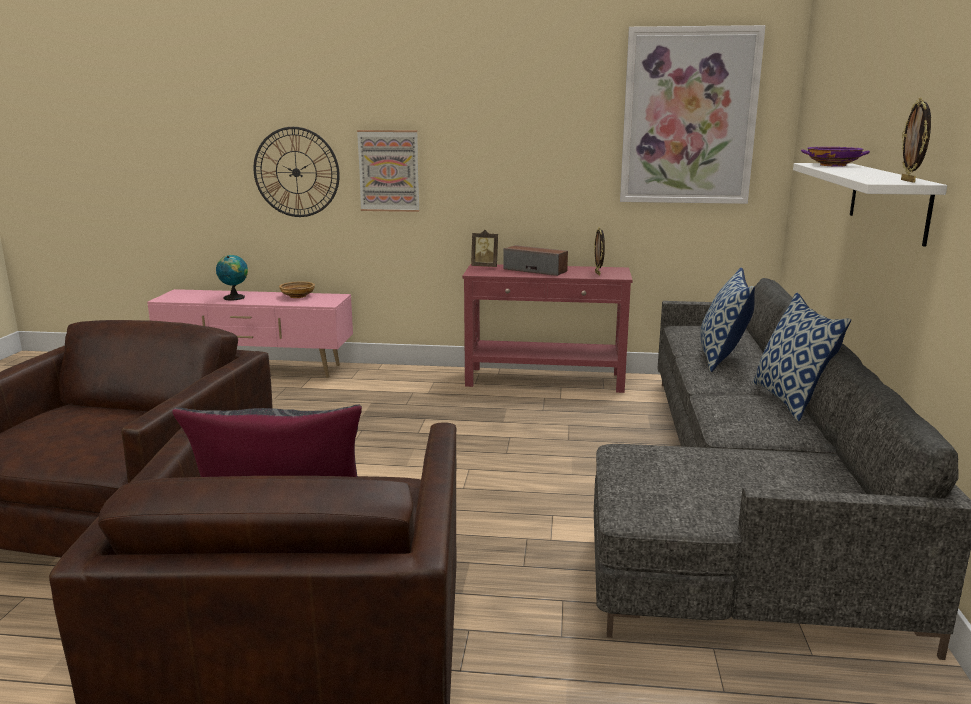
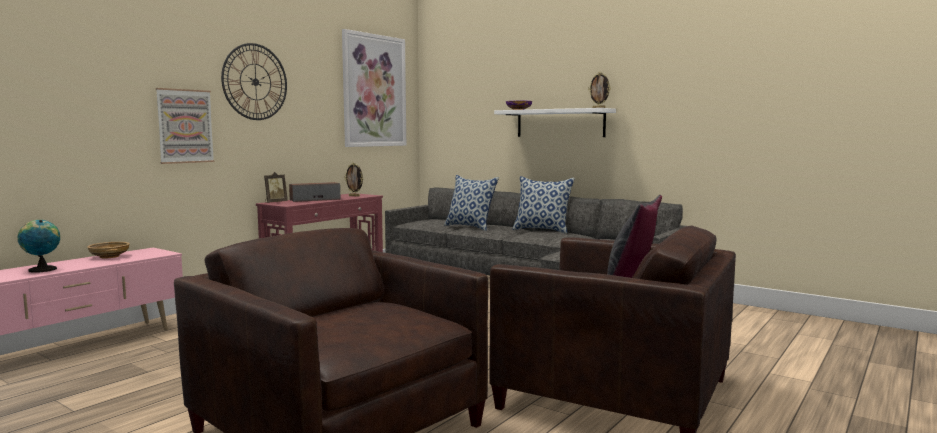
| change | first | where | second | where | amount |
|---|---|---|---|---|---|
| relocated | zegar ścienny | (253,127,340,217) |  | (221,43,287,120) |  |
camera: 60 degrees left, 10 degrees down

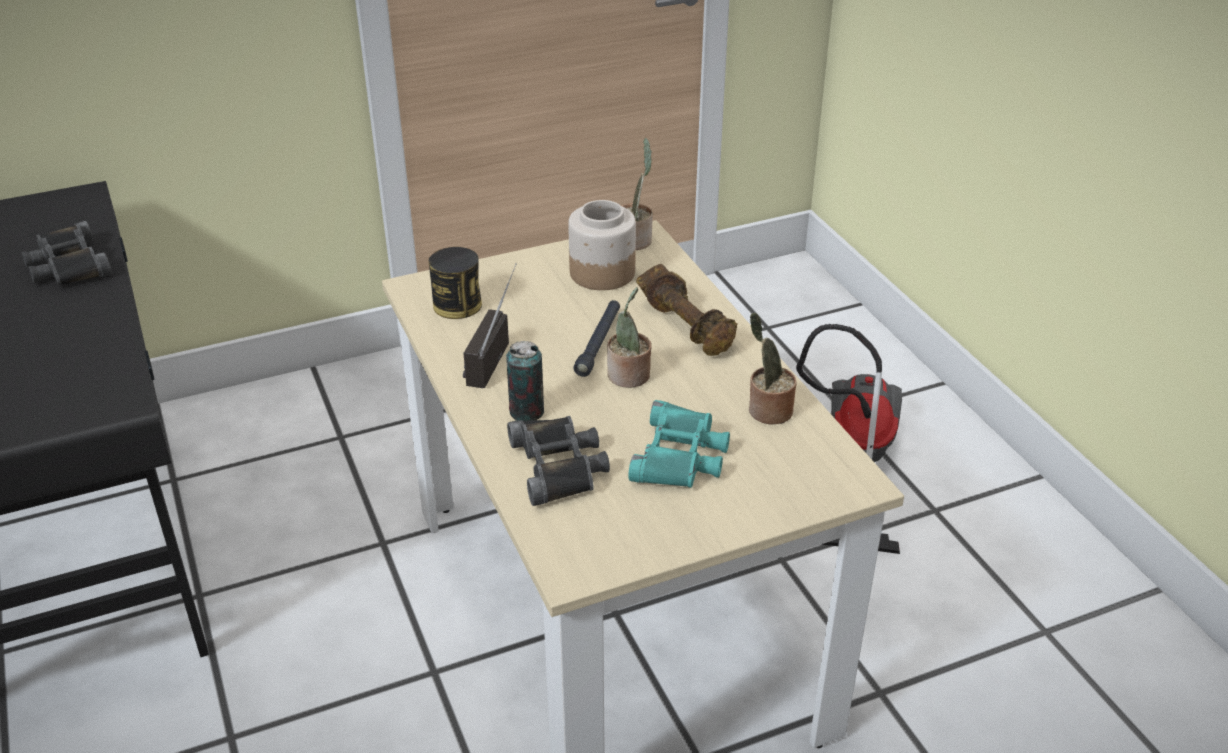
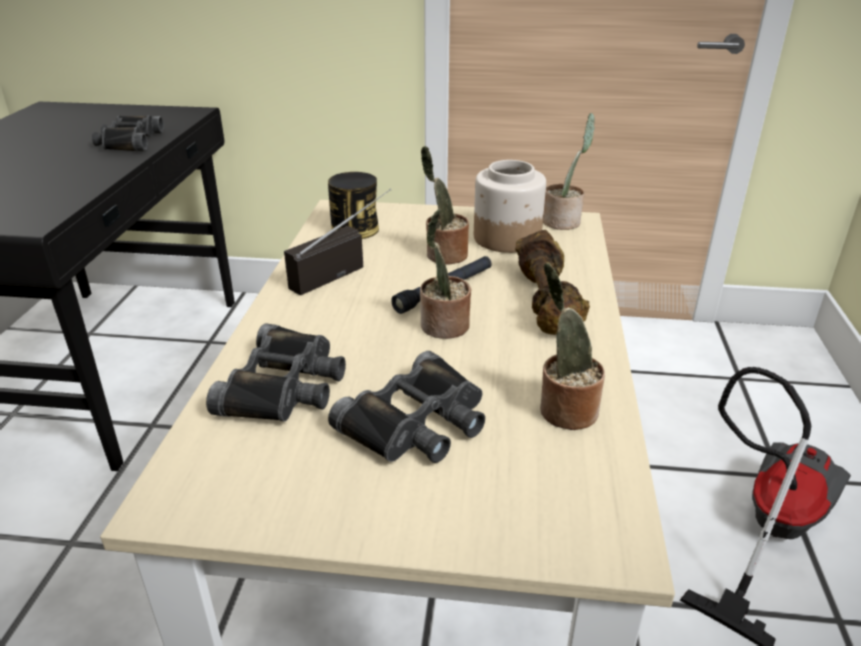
| change | first | where | second | where | amount |
|---|---|---|---|---|---|
| colour | lornetka/turkusowy | (628,400,730,488) | lornetka/czarny | (328,351,485,463) |  |
| appeared |  |  | roślina doniczkowa | (421,146,469,264) |  |
| missing | puszka | (506,341,544,421) |  |  |  |
camera: 30 degrees right, 5 degrees down

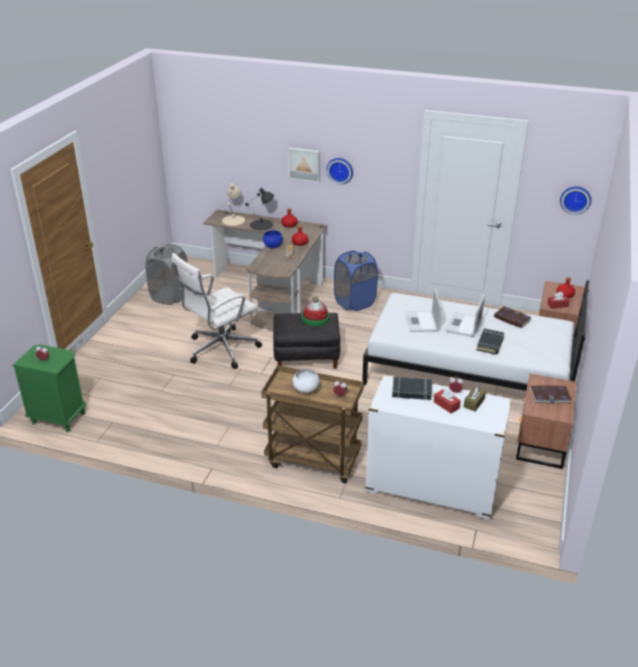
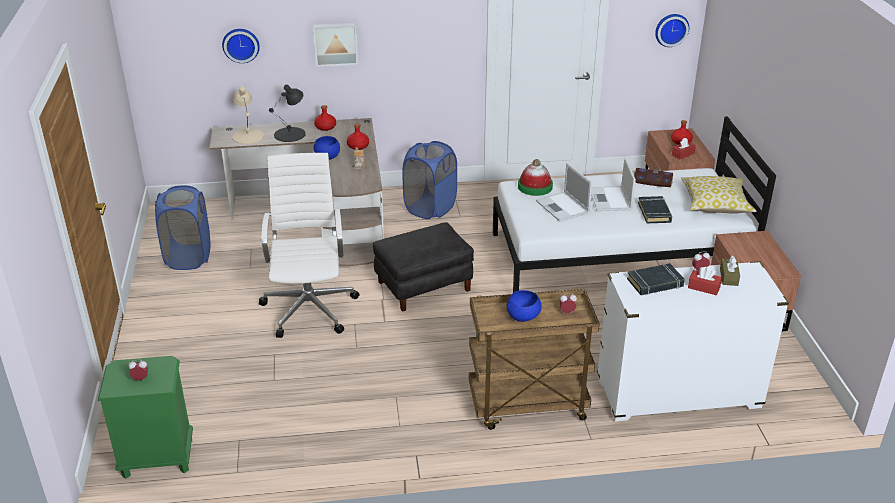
| change | first | where | second | where | amount |
|---|---|---|---|---|---|
| colour | kosz na pranie/szary | (145,244,188,305) | kosz na pranie/niebieski | (155,185,210,270) |  |
| relocated | zegar ścienny | (327,158,353,184) |  | (222,29,260,63) |  |
| spun | krzesło biurowe/biały | (172,253,262,369) |  | (259,153,360,338) | 150 degrees clockwise |
| colour | miska/biały | (293,369,320,393) | miska/niebieski | (507,290,542,322) |  |
| relocated | kapelusz | (302,297,330,326) |  | (518,159,553,196) |  |
| appeared |  |  | poduszka | (681,176,757,214) |  |
| missing | książka | (530,385,572,404) |  |  |  |
camera: 25 degrees left, 0 degrees up

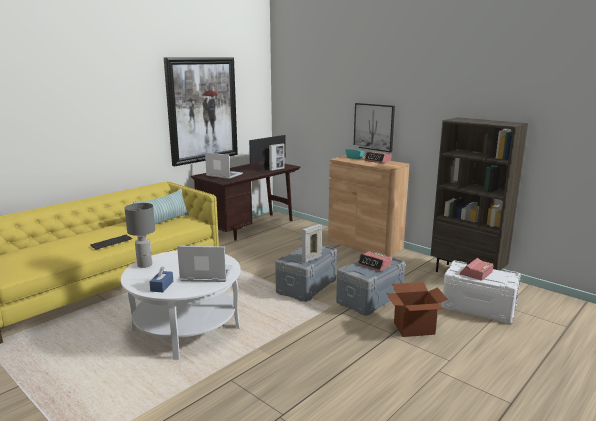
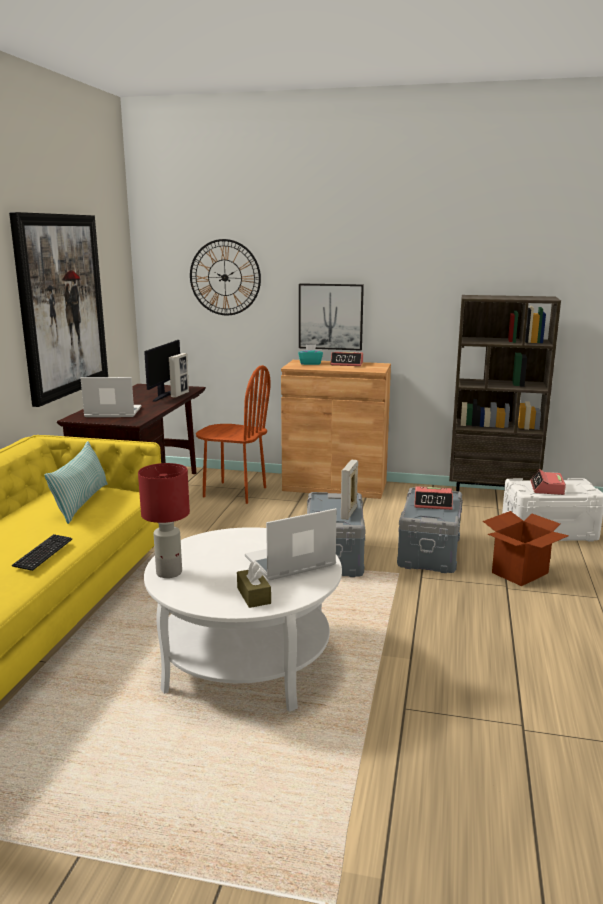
| change | first | where | second | where | amount |
|---|---|---|---|---|---|
| colour | lampa stołowa/szary | (125,203,155,268) | lampa stołowa/czerwony | (138,463,190,578) |  |
| appeared |  |  | zegar ścienny | (190,239,261,315) |  |
| appeared |  |  | krzesło/brązowy | (196,365,271,504) |  |
| colour | pudełko chusteczek/niebieski | (149,267,173,292) | pudełko chusteczek/brązowy | (237,562,271,608) |  |
camera: 30 degrees left, 0 degrees up

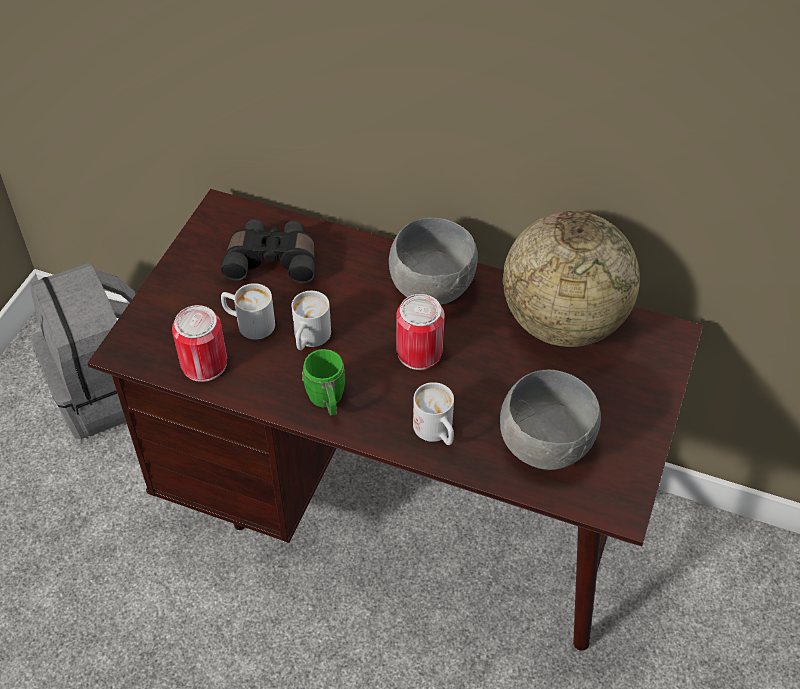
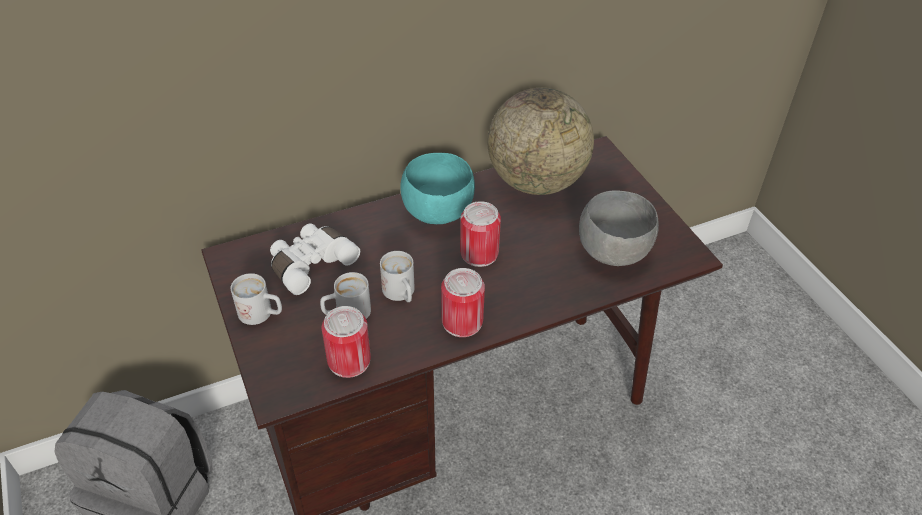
| change | first | where | second | where | amount |
|---|---|---|---|---|---|
| relocated | kubek/biały | (413,382,454,445) |  | (231,273,282,325) |  |
| colour | lornetka/czarny | (221,219,315,283) | lornetka/biały | (270,223,360,295) |  |
| colour | miska/szary | (389,218,478,305) | miska/turkusowy | (400,153,475,224) |  |
| exchanged | kubek/zielony | (302,349,345,416) | puszka | (441,268,485,337) |  |
camera: 45 degrees left, 5 degrees down

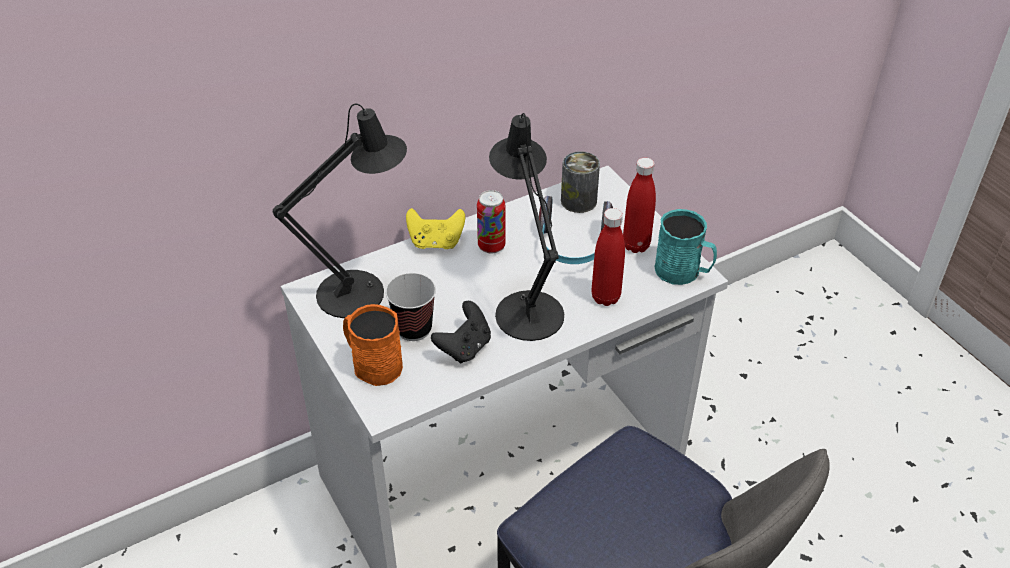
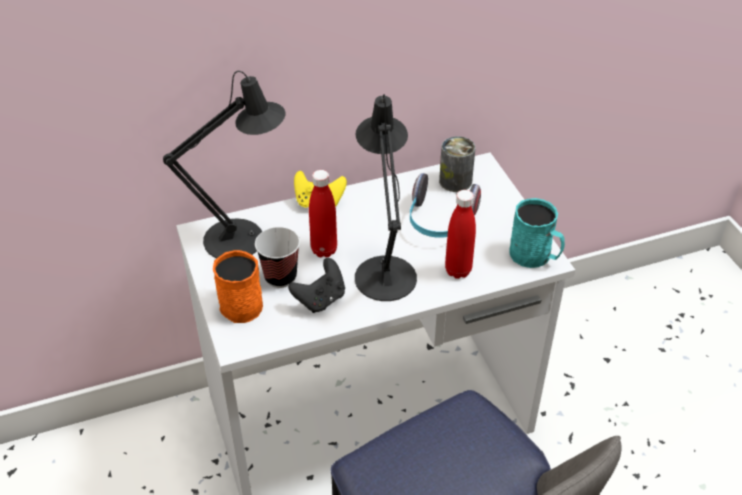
| change | first | where | second | where | amount |
|---|---|---|---|---|---|
| relocated | butelka/czerwony | (623,158,656,253) |  | (309,170,337,258) |  |
| missing | puszka | (477,190,505,253) |  |  |  |
camera: 10 degrees right, 0 degrees up

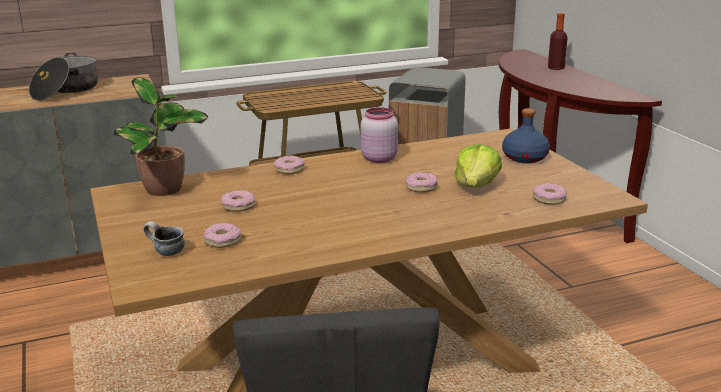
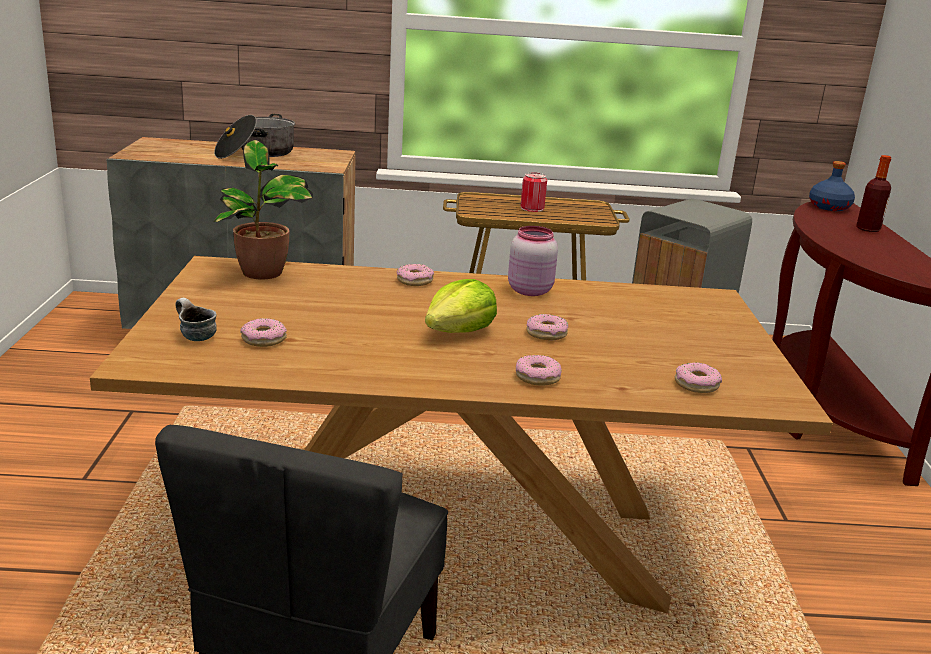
| change | first | where | second | where | amount |
|---|---|---|---|---|---|
| relocated | sałata | (454,144,502,187) |  | (425,279,497,333) |  |
| relocated | donut | (221,190,255,212) |  | (516,355,562,385) |  |
| appeared |  |  | puszka | (521,172,547,212) |  |
| relocated | butelka/niebieski | (502,108,550,163) |  | (809,161,855,211) |  |
camera: 20 degrees right, 0 degrees up

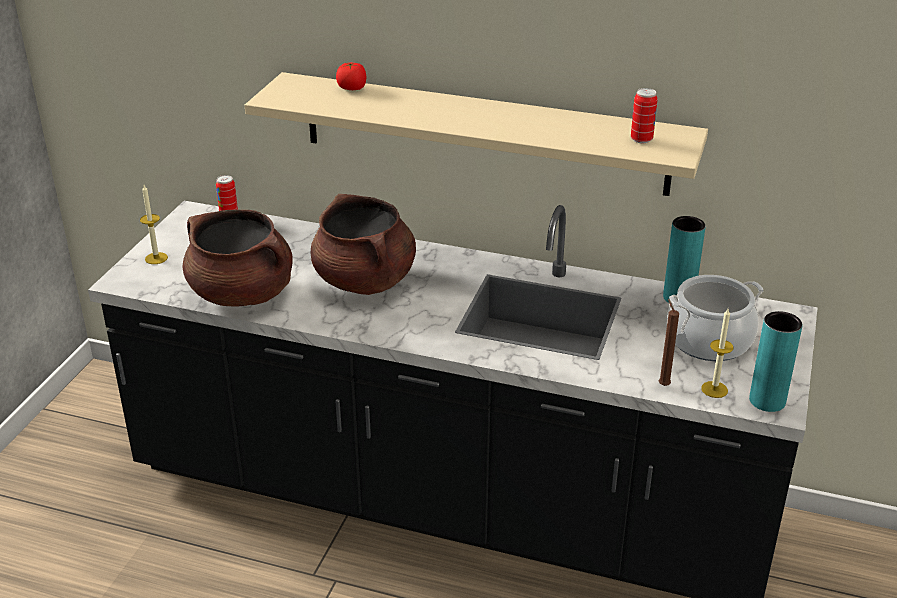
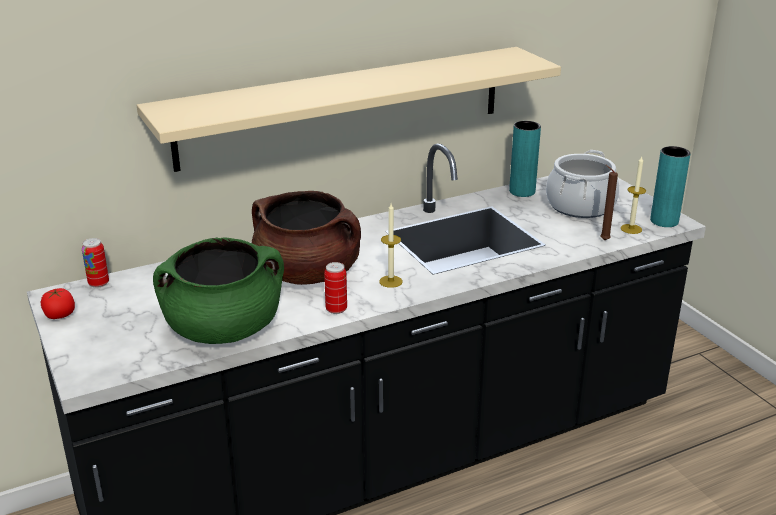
| change | first | where | second | where | amount |
|---|---|---|---|---|---|
| relocated | pomidor | (336,63,366,90) |  | (41,288,75,319) |  |
| colour | garnek/brązowy | (182,209,293,307) | garnek/zielony | (153,237,284,344) |  |
| relocated | puszka | (631,88,658,143) |  | (324,262,347,314) |  |
| relocated | świeca | (140,185,168,264) |  | (379,203,403,288) |  |
camera: 45 degrees left, 5 degrees down

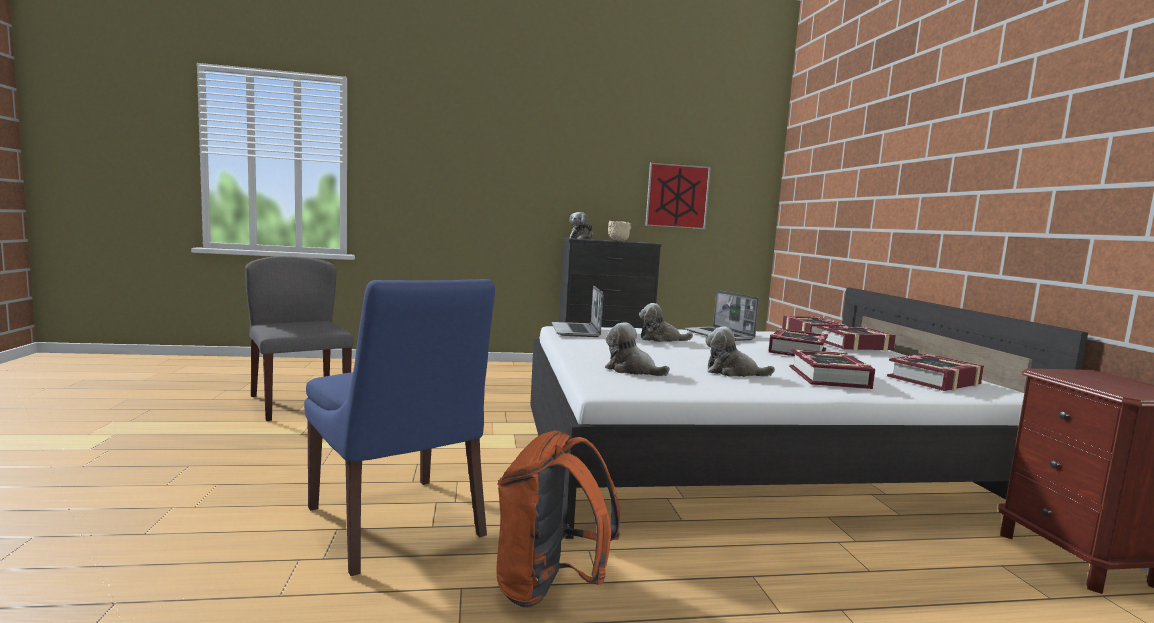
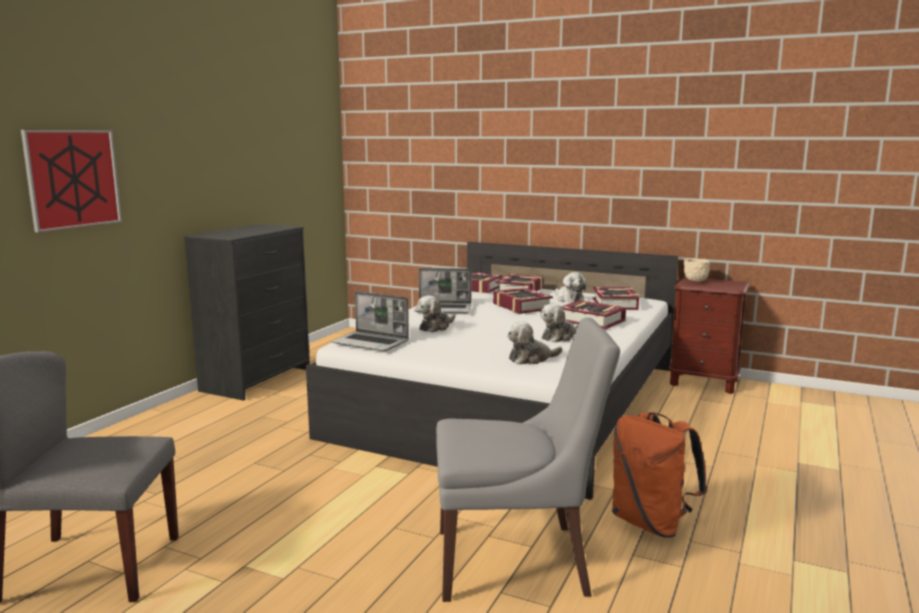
| change | first | where | second | where | amount |
|---|---|---|---|---|---|
| relocated | obraz | (645,162,711,229) |  | (21,130,122,232) |  |
| colour | krzesło/niebieski | (304,279,495,576) | krzesło/szary | (436,317,620,602) |  |
| relocated | pluszak | (569,212,594,239) |  | (555,272,586,303) |  |
| relocated | miska/beżowy | (608,221,631,241) |  | (683,258,710,282) |  |
camera: 55 degrees left, 5 degrees up

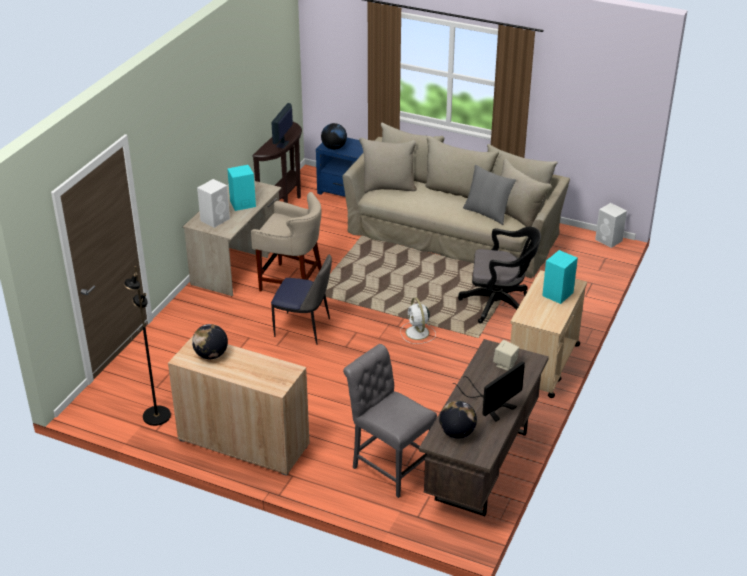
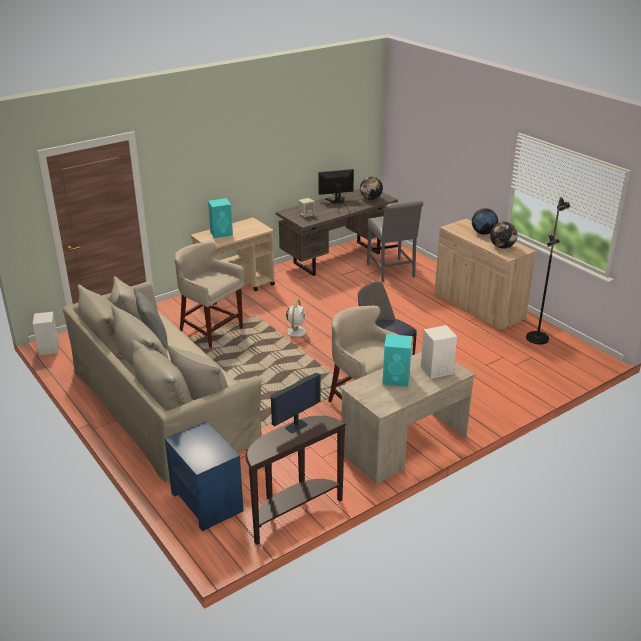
| change | first | where | second | where | amount |
|---|---|---|---|---|---|
| exchanged | krzesło biurowe/czarny | (458,227,541,323) | stołek/beżowy | (175,241,244,348) |  |
| relocated | globus | (321,123,347,150) |  | (472,208,498,235) |  |
camera: 150 degrees left, 5 degrees down

